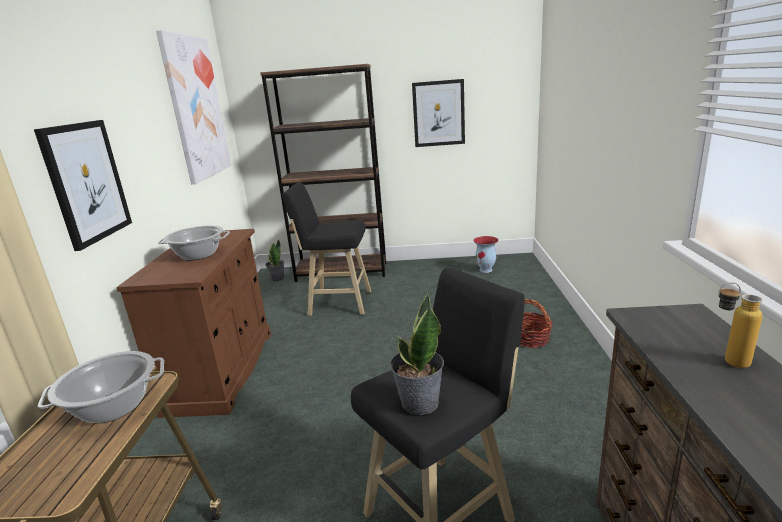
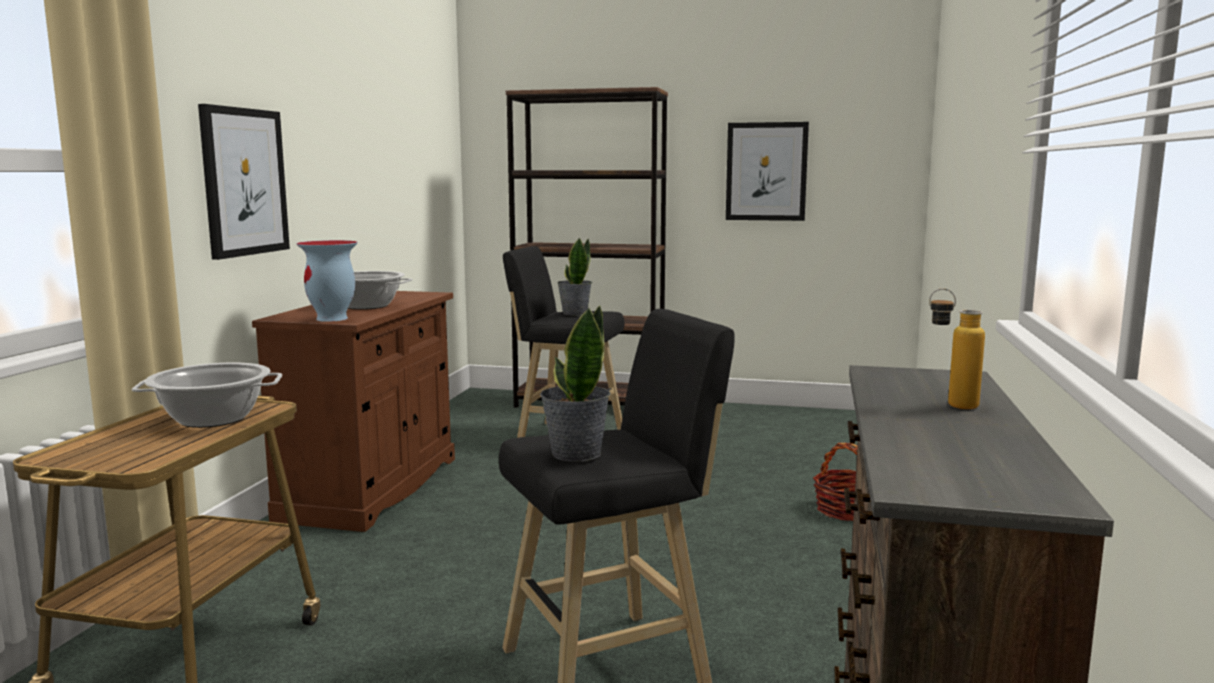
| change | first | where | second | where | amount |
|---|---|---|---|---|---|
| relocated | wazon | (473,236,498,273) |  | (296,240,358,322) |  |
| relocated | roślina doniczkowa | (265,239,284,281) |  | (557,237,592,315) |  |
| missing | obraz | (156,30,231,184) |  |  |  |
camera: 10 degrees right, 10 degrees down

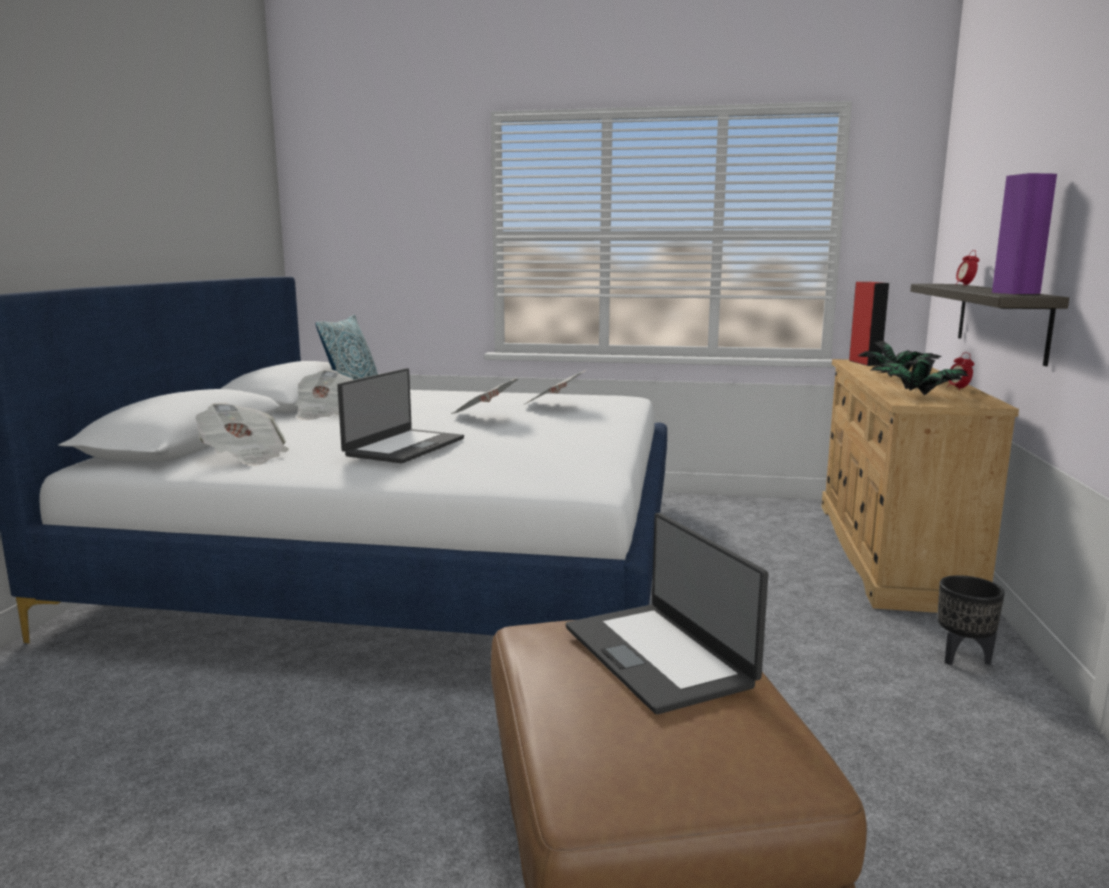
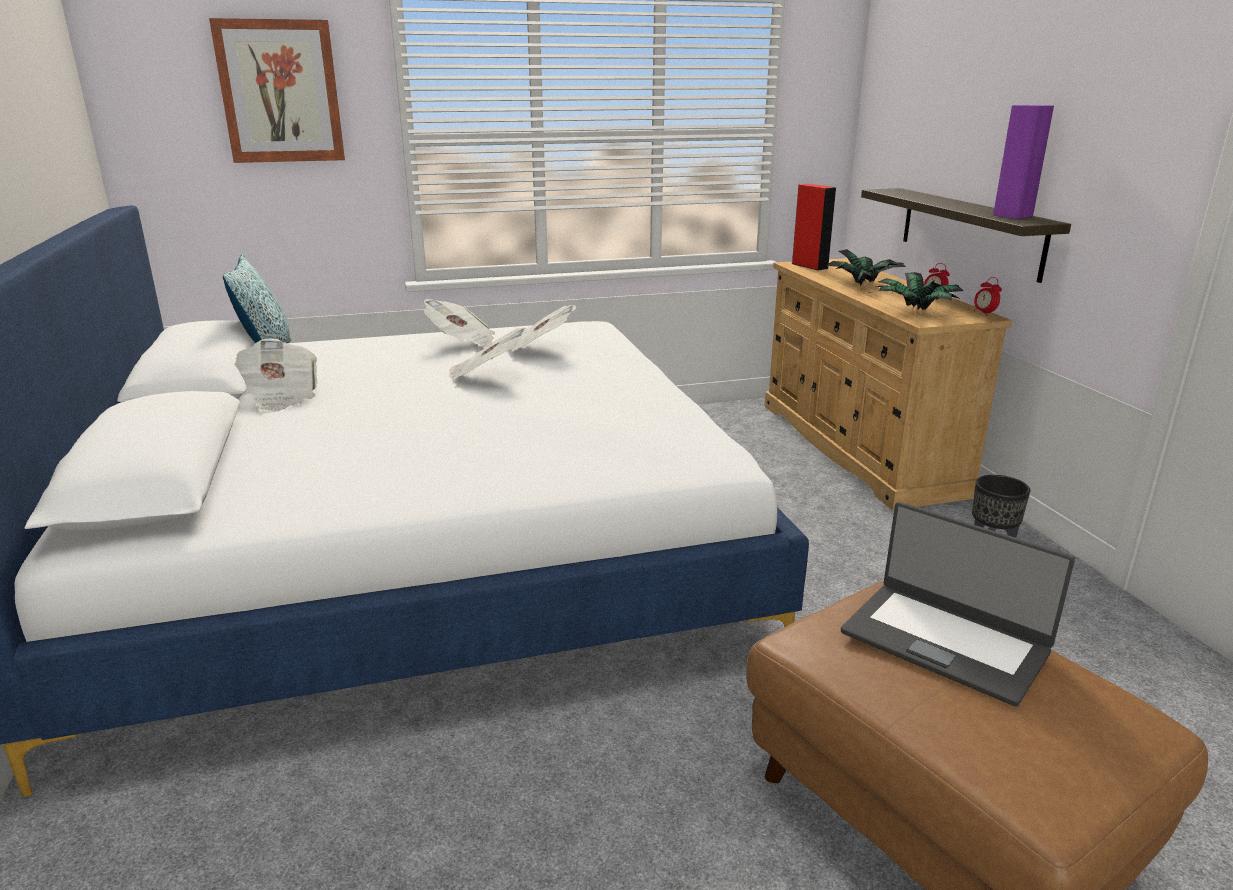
| change | first | where | second | where | amount |
|---|---|---|---|---|---|
| appeared |  |  | obraz | (209,18,345,163) |  |
| relocated | gazeta | (195,403,289,466) |  | (424,299,495,347) |  |
| relocated | budzik | (956,250,979,286) |  | (973,277,1002,316) |  |
| missing | laptop | (337,368,464,463) |  |  |  |
camera: 25 degrees left, 10 degrees up

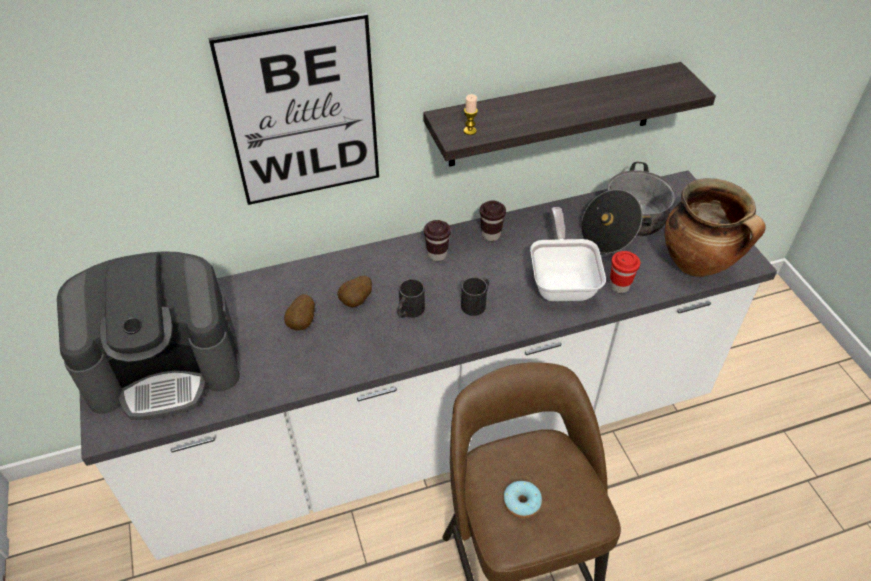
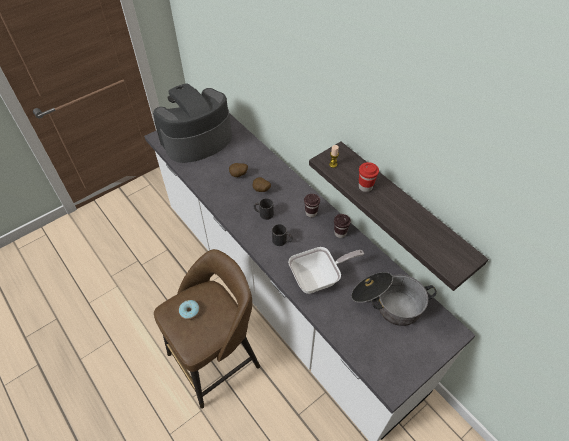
| change | first | where | second | where | amount |
|---|---|---|---|---|---|
| spun | ekspres do kawy | (57,251,240,420) |  | (153,84,232,163) | 90 degrees clockwise |
| relocated | filiżanka/czerwony | (610,251,640,293) |  | (359,162,379,192) |  |
| missing | obraz | (208,13,379,205) |  |  |  |
| missing | garnek | (665,178,766,277) |  |  |  |
camera: 70 degrees right, 5 degrees up

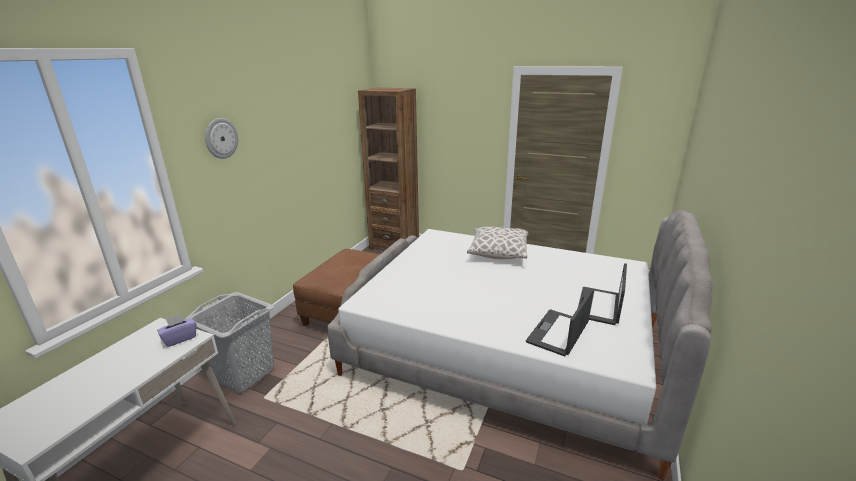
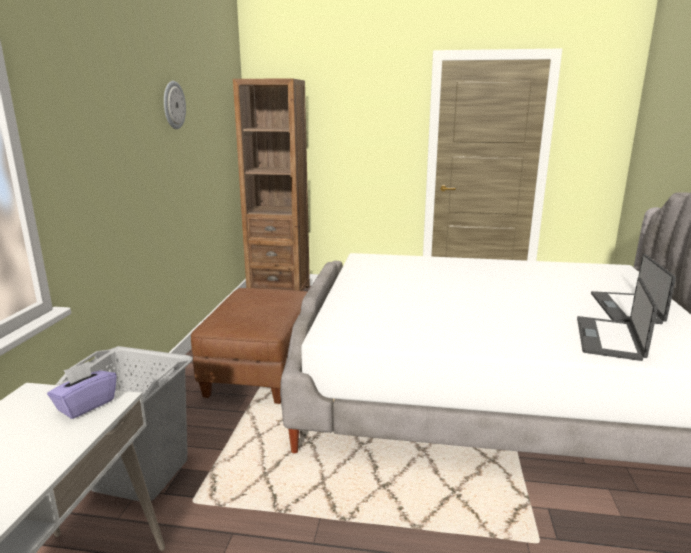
| change | first | where | second | where | amount |
|---|---|---|---|---|---|
| relocated | zegar ścienny | (205,118,238,159) |  | (164,81,186,129) |  |
| missing | poduszka | (467,226,529,259) |  |  |  |
camera: 15 degrees left, 5 degrees down

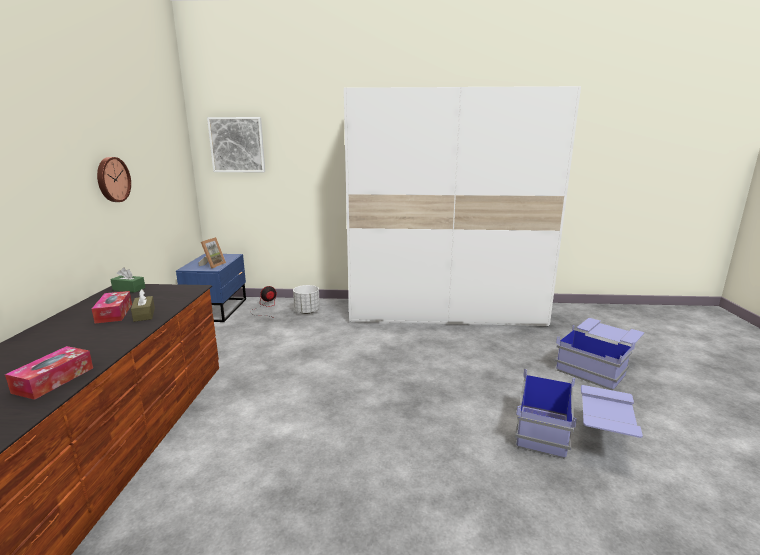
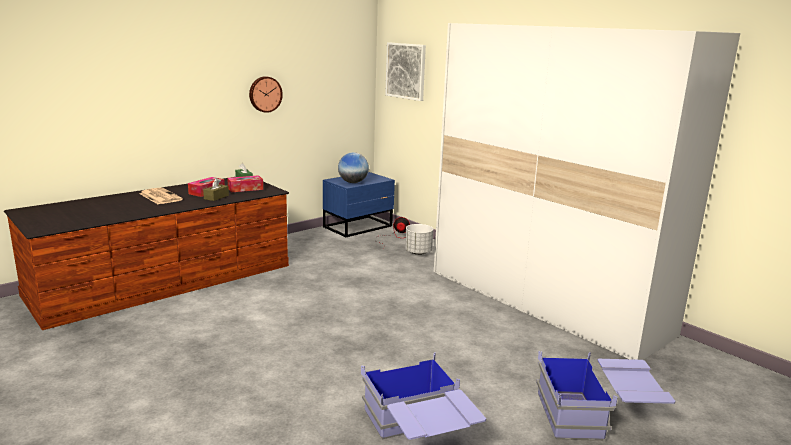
| change | first | where | second | where | amount |
|---|---|---|---|---|---|
| appeared |  |  | gazeta | (140,188,183,204) |  |
| relocated | pudełko chusteczek | (5,346,93,400) |  | (227,175,263,192) |  |
| exchanged | ramka na zdjęcie | (198,237,226,269) | globus | (338,152,369,183) |  |
camera: 45 degrees right, 0 degrees up

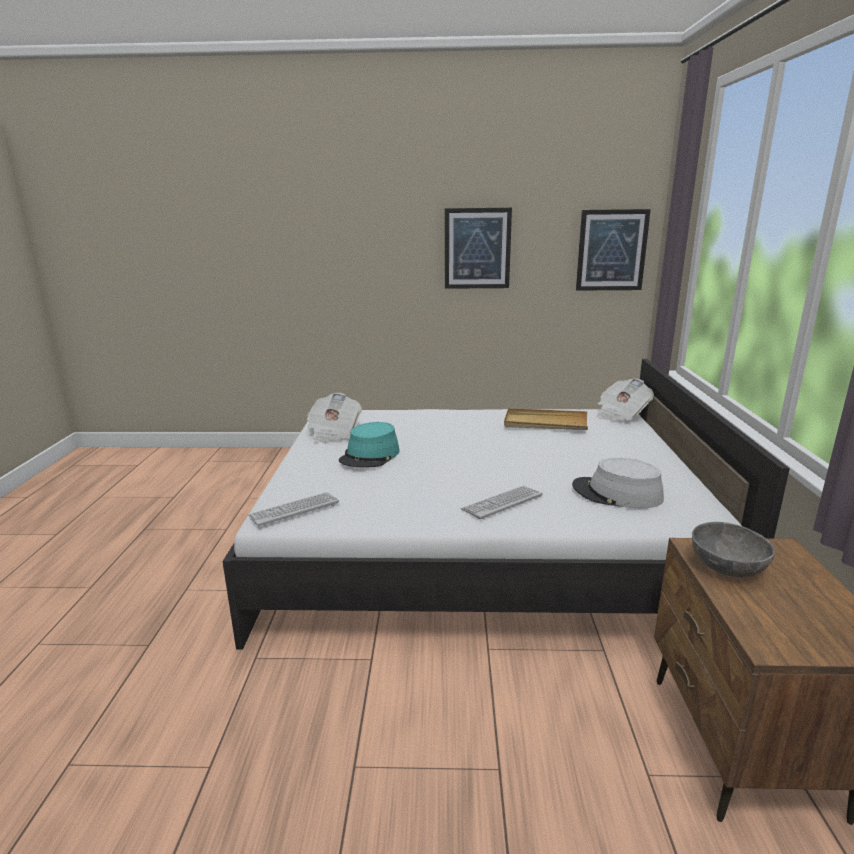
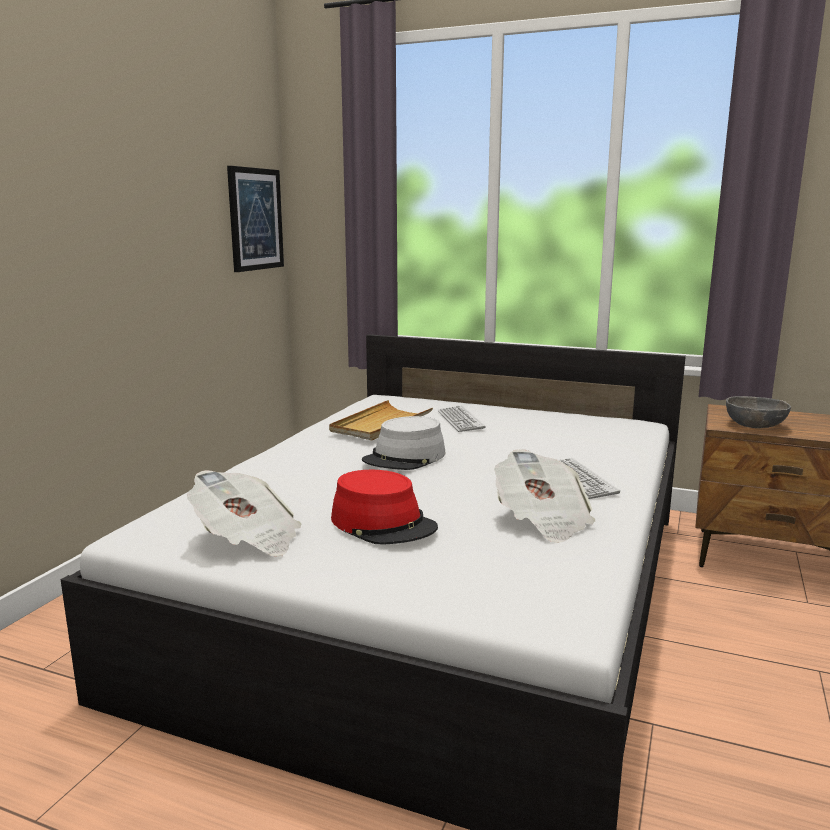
| change | first | where | second | where | amount |
|---|---|---|---|---|---|
| colour | kapelusz/turkusowy | (339,422,400,467) | kapelusz/czerwony | (331,470,438,545) |  |
| relocated | kapelusz/szary | (572,458,664,508) |  | (362,416,446,470) |  |
| relocated | klawiatura | (248,492,339,526) |  | (438,406,485,432) |  |
| relocated | gazeta | (597,378,654,420) |  | (494,449,595,543) |  |
| missing | obraz | (445,208,512,289) |  |  |  |
camera: 70 degrees left, 5 degrees down

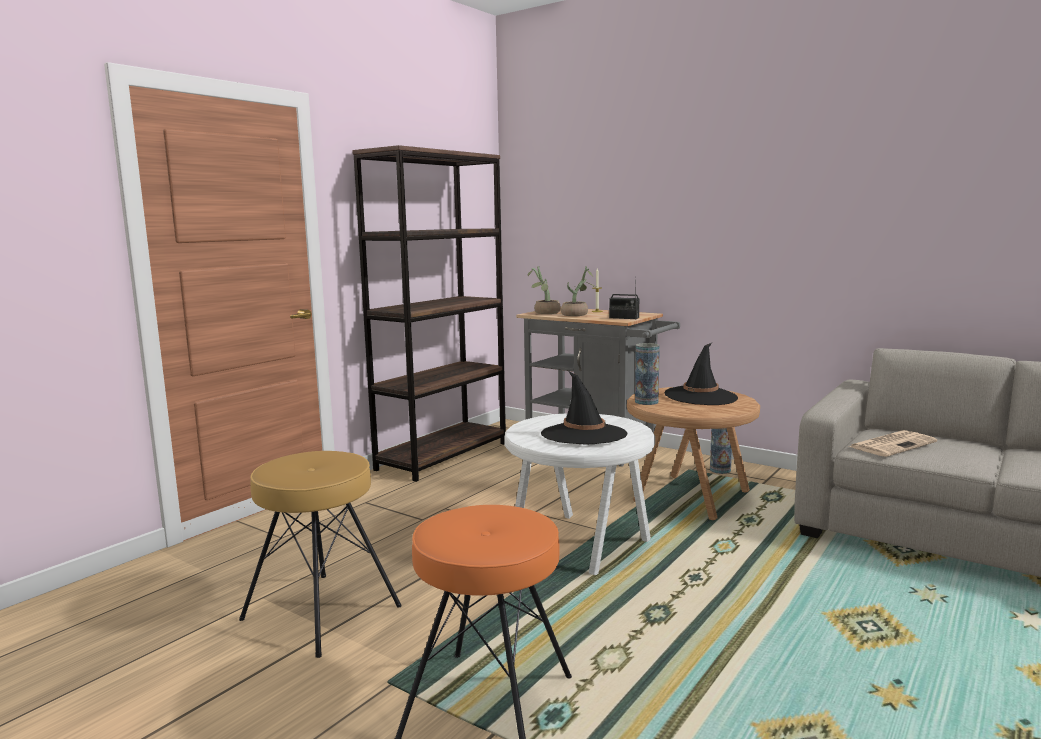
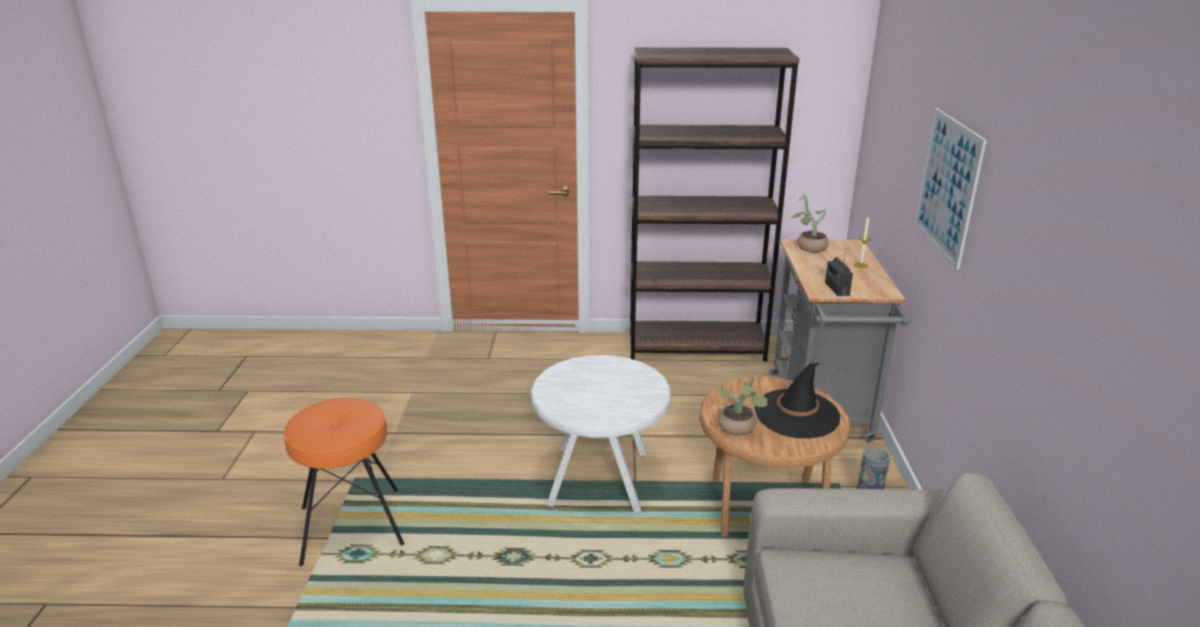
| change | first | where | second | where | amount |
|---|---|---|---|---|---|
| relocated | roślina doniczkowa | (561,266,596,316) |  | (718,375,768,436) |  |
| appeared |  |  | obraz | (914,108,987,270) |  |
| missing | stołek/brązowy | (239,451,402,658) |  |  |  |
| missing | kapelusz/czarny | (541,371,627,444) |  |  |  |
| missing | wazon | (635,343,660,405) |  |  |  |
| missing | gazeta | (848,430,937,457) |  |  |  |
camera: 55 degrees right, 15 degrees up

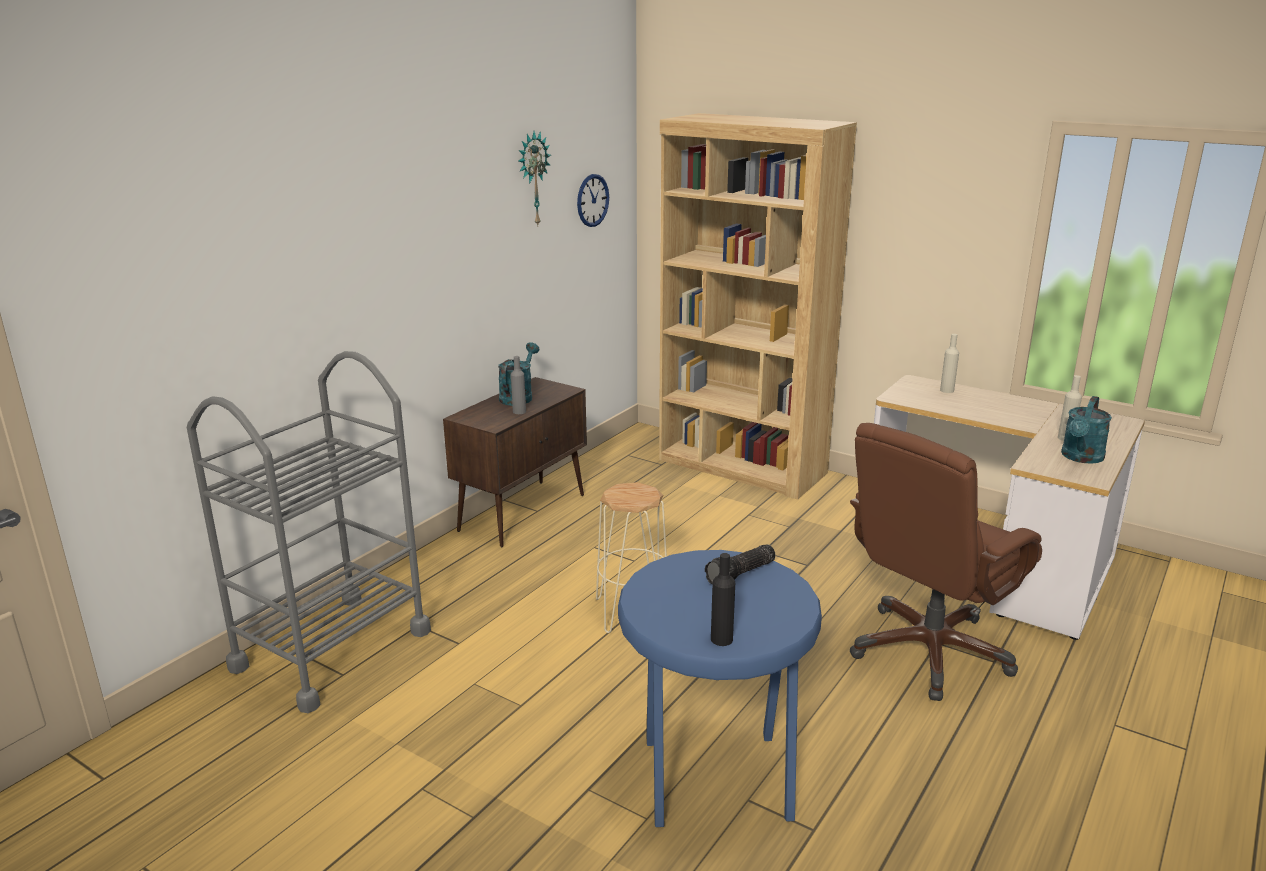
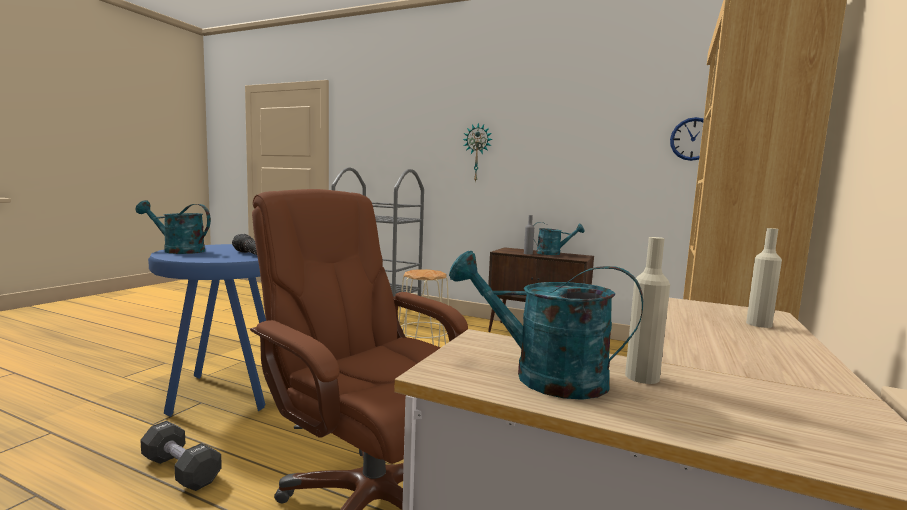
| change | first | where | second | where | amount |
|---|---|---|---|---|---|
| exchanged | butelka/czarny | (711,553,735,646) | konewka/turkusowy | (136,200,211,254) |  |
| appeared |  |  | hantel/czarny | (140,421,222,491) |  |
| relocated | zegar ścienny | (518,131,551,226) |  | (463,123,493,183) |  |
camera: 80 degrees right, 15 degrees down

